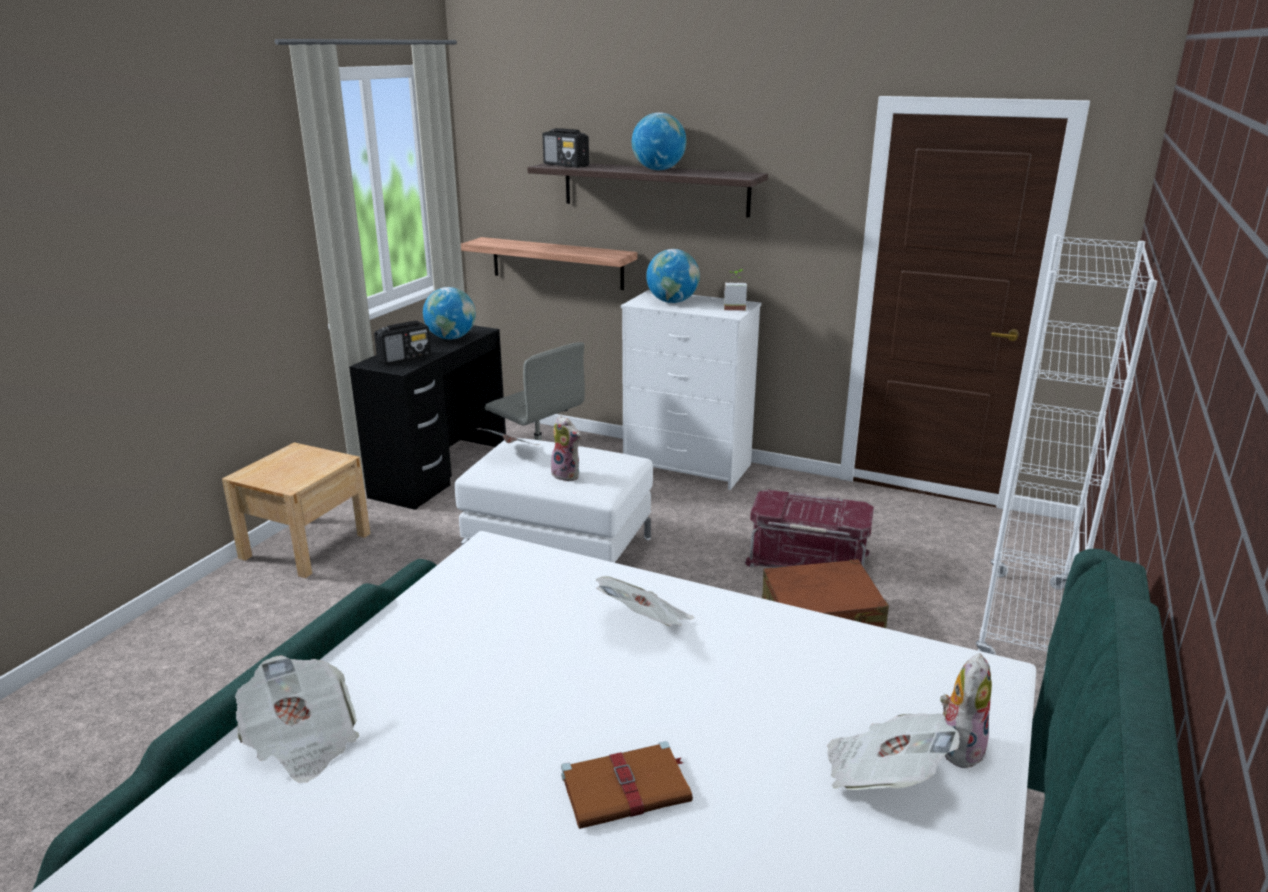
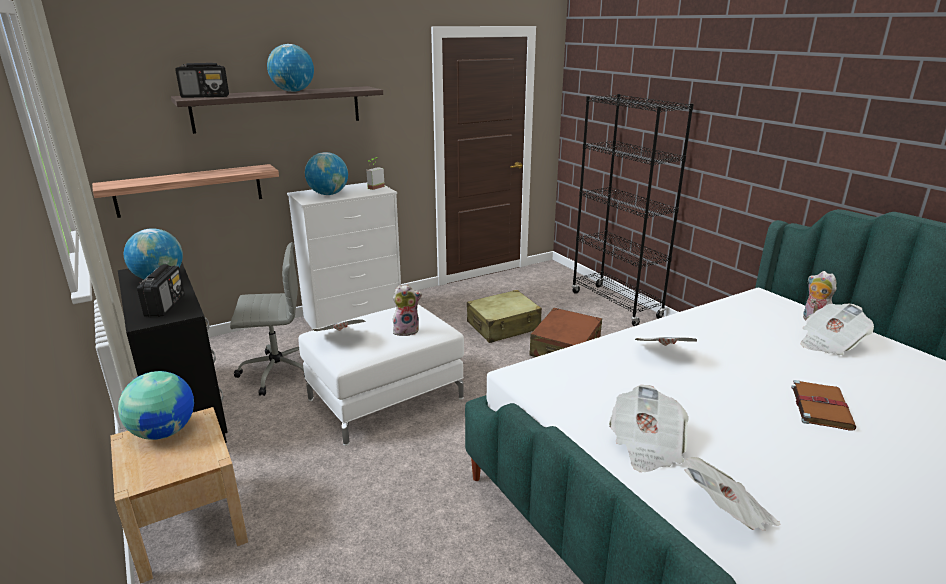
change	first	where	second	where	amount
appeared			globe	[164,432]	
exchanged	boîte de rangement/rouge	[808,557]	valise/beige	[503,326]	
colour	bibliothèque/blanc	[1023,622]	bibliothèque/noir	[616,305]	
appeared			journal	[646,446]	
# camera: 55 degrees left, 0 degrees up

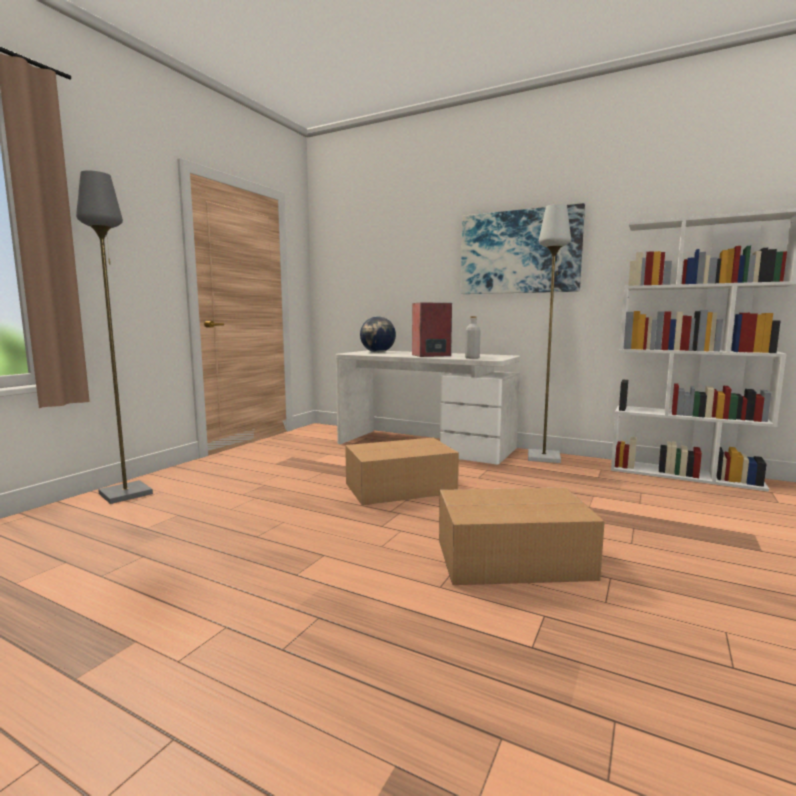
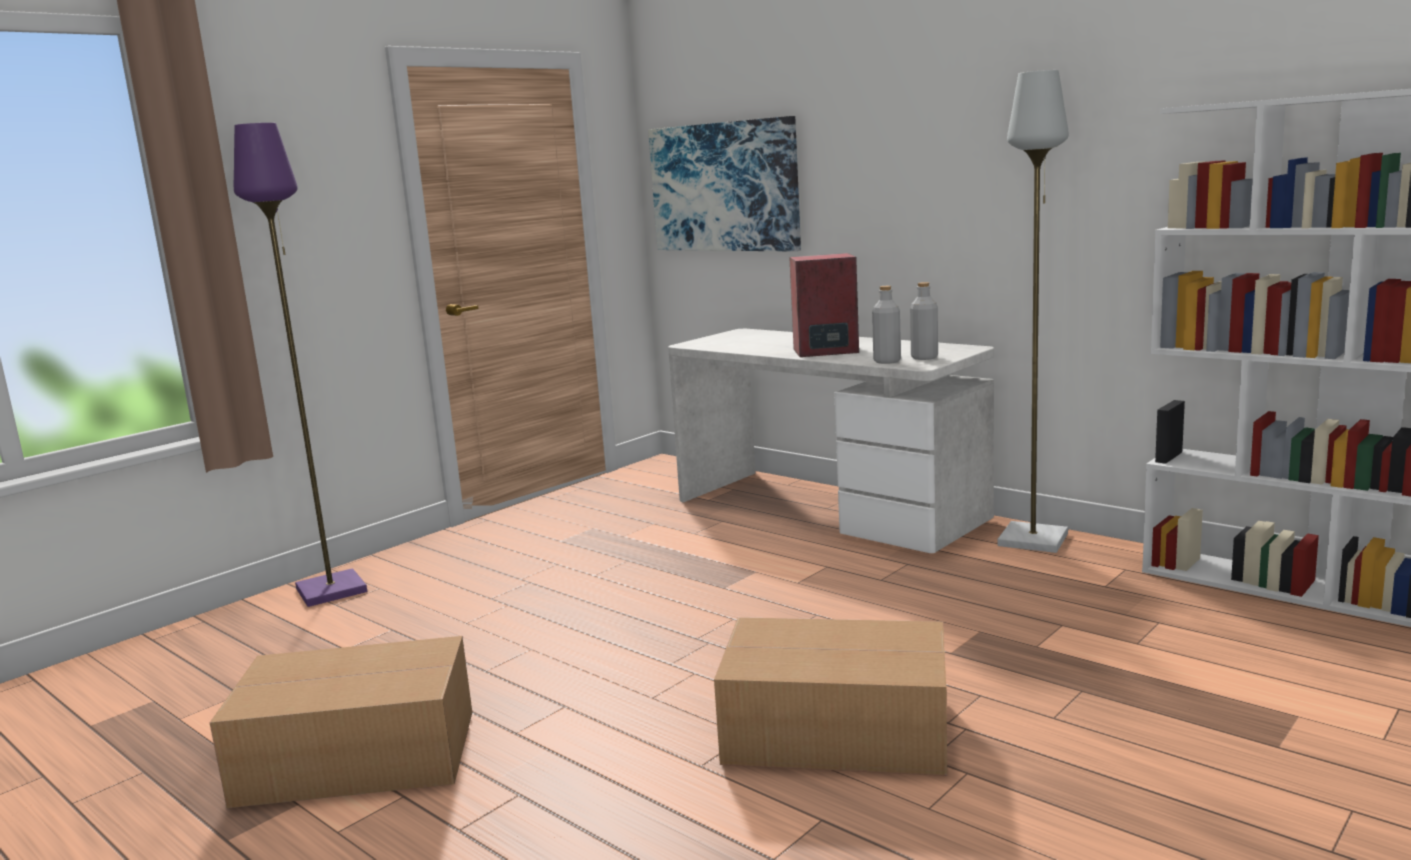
change	first	where	second	where	amount
relocated	carton	[398,488]		[354,756]	
colour	lampadaire/gris	[126,493]	lampadaire/violet	[332,590]	
relocated	tableau	[519,252]		[724,187]	
appeared			bouteille/gris	[924,357]	
missing	globe	[378,352]			
# camera: 15 degrees right, 5 degrees up

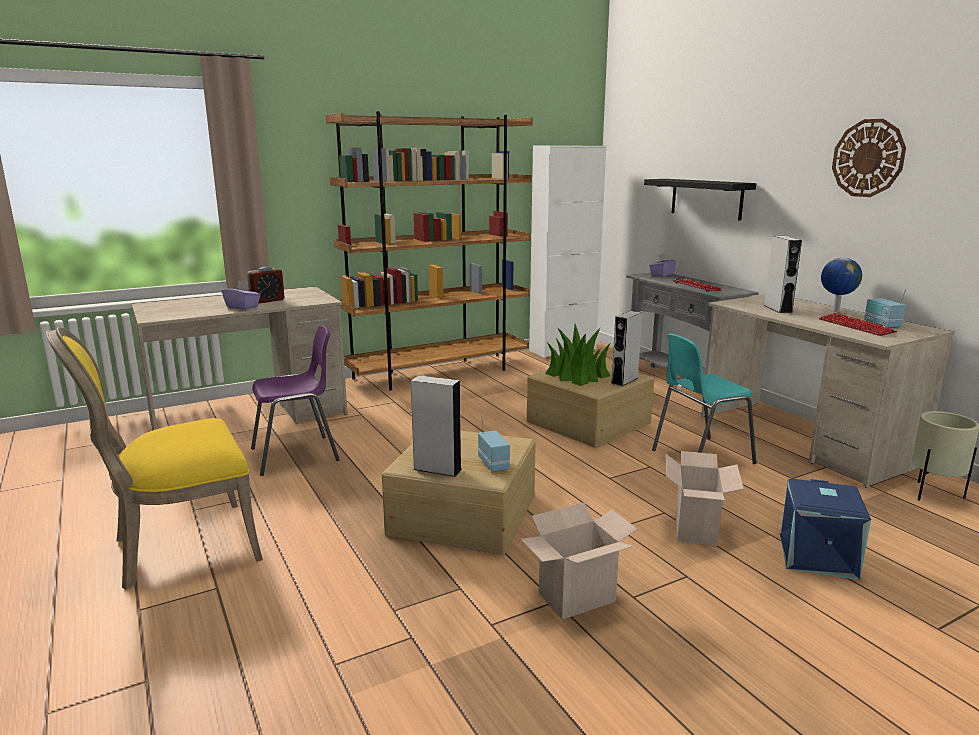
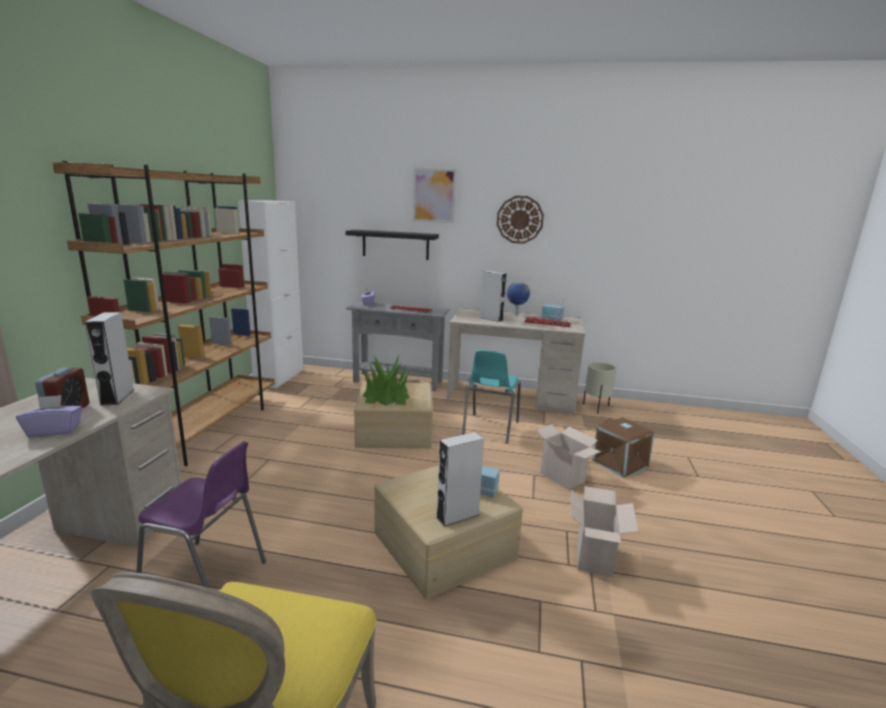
change	first	where	second	where	amount
relocated	enceinte/gris	[624,380]		[117,397]	
spun	chaise/violet	[297,455]		[207,579]	90 degrees clockwise
appeared			tableau	[434,195]	
colour	boîte de rangement/bleu	[819,556]	boîte de rangement/marron	[620,463]	
# camera: 50 degrees left, 0 degrees up

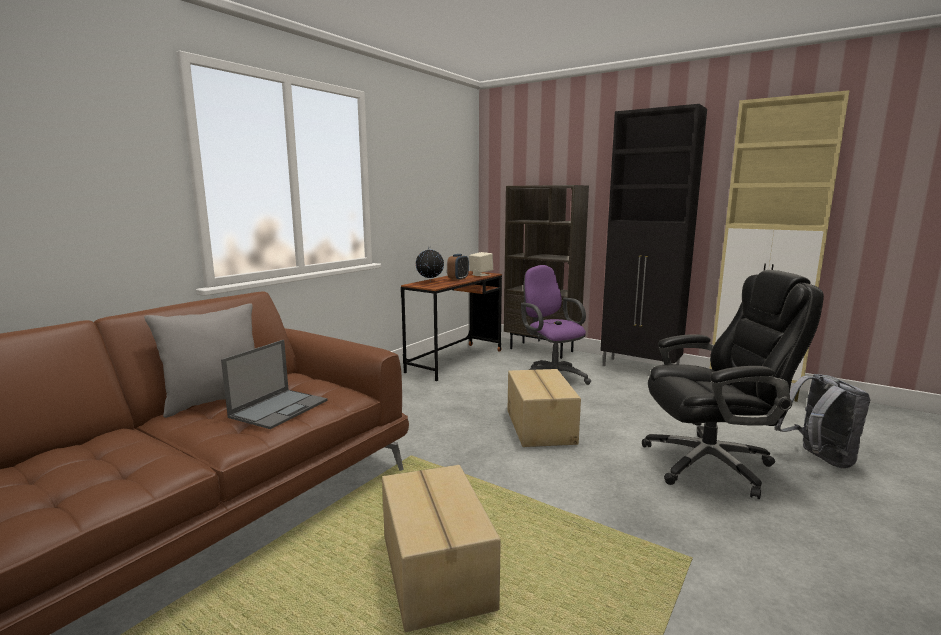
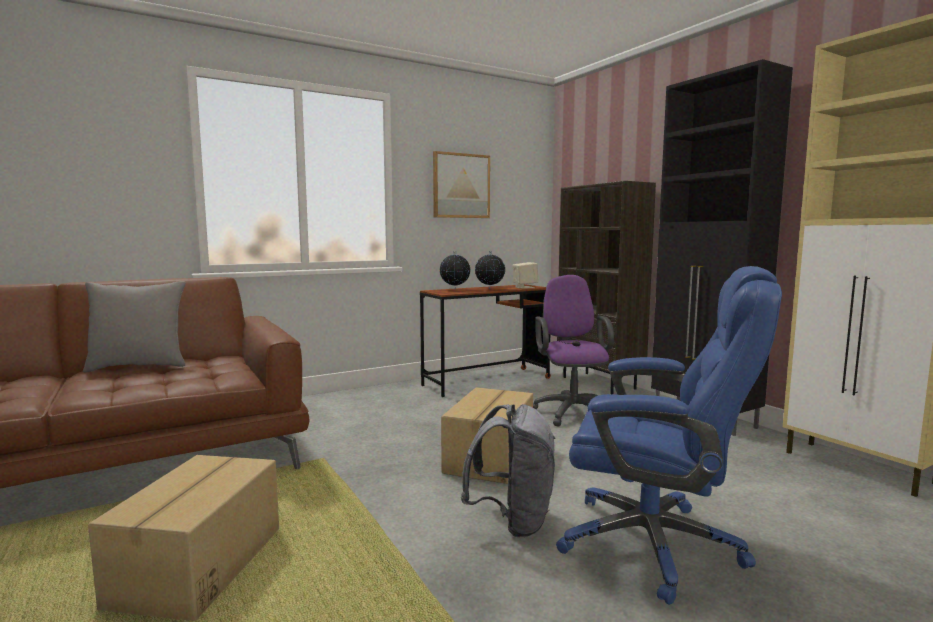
change	first	where	second	where	amount
appeared			tableau	[461,186]	
relocated	sac à dos/gris	[818,459]		[513,521]	
exchanged	réveil	[458,279]	globe	[490,289]	
colour	chaise de bureau/noir	[711,464]	chaise de bureau/bleu	[654,544]	
missing	ordinateur portable	[280,408]			
# camera: 25 degrees right, 5 degrees down

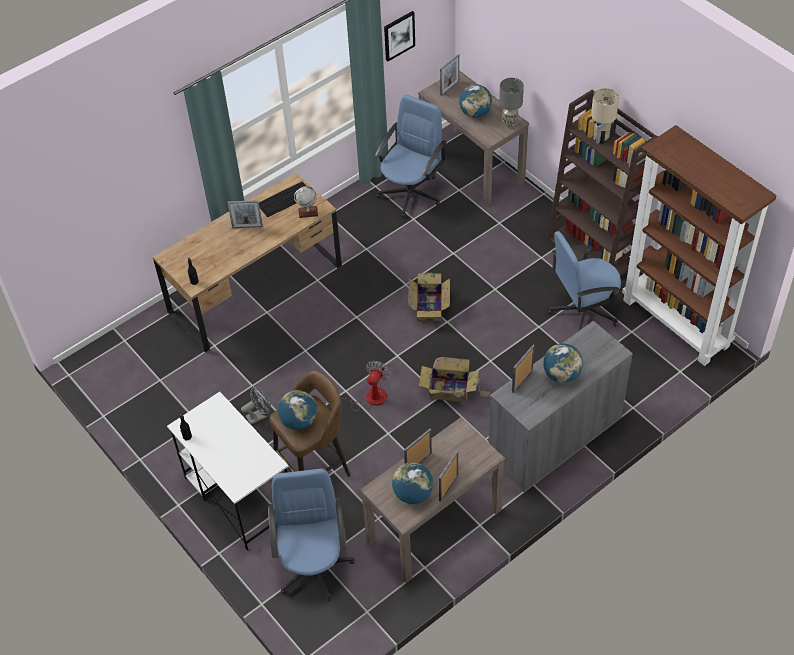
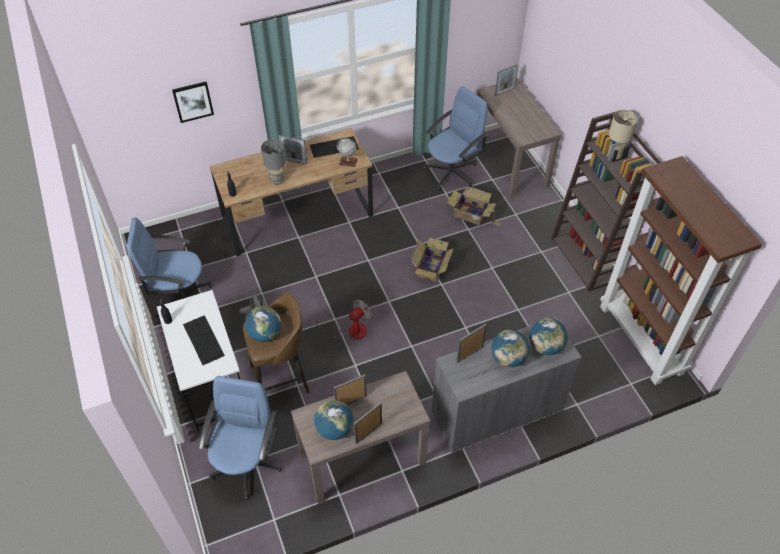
change	first	where	second	where	amount
relocated	chaise de bureau/bleu	[583,311]		[180,295]	
relocated	tableau	[399,35]		[193,101]	
appeared			clavier	[203,339]	
relocated	lampe de table/gris	[509,123]		[277,180]	
relocated	carton	[451,391]		[471,215]	
relocated	globe	[475,113]		[545,346]	
# camera: 15 degrees right, 0 degrees up

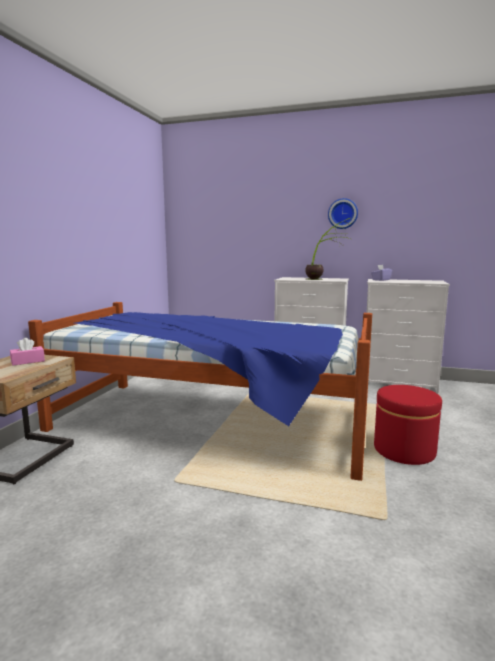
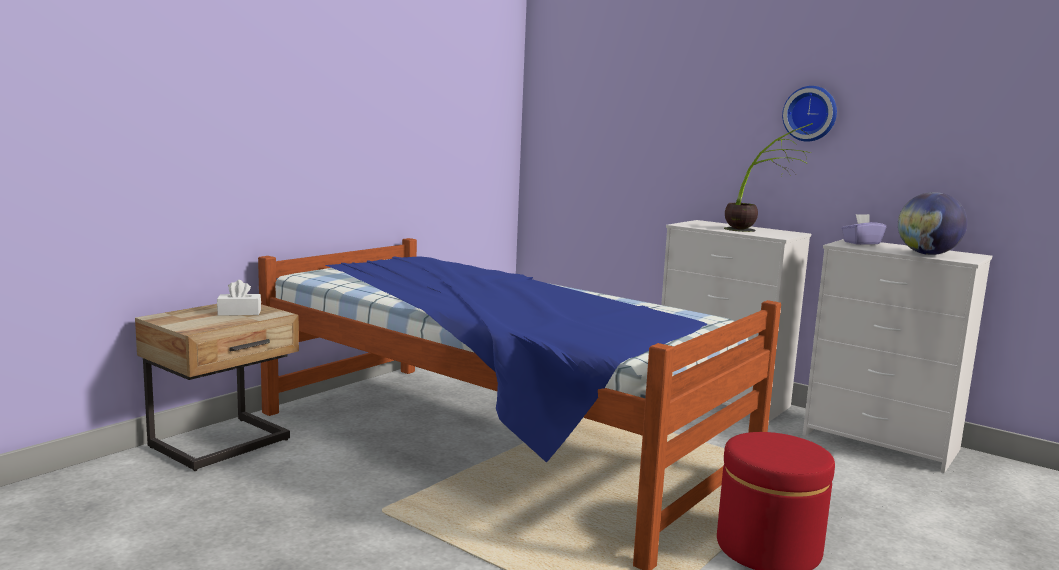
change	first	where	second	where	amount
colour	boîte à mouchoirs/rose	[28,361]	boîte à mouchoirs/blanc	[239,312]	
appeared			globe	[927,254]	
# camera: 20 degrees right, 0 degrees up

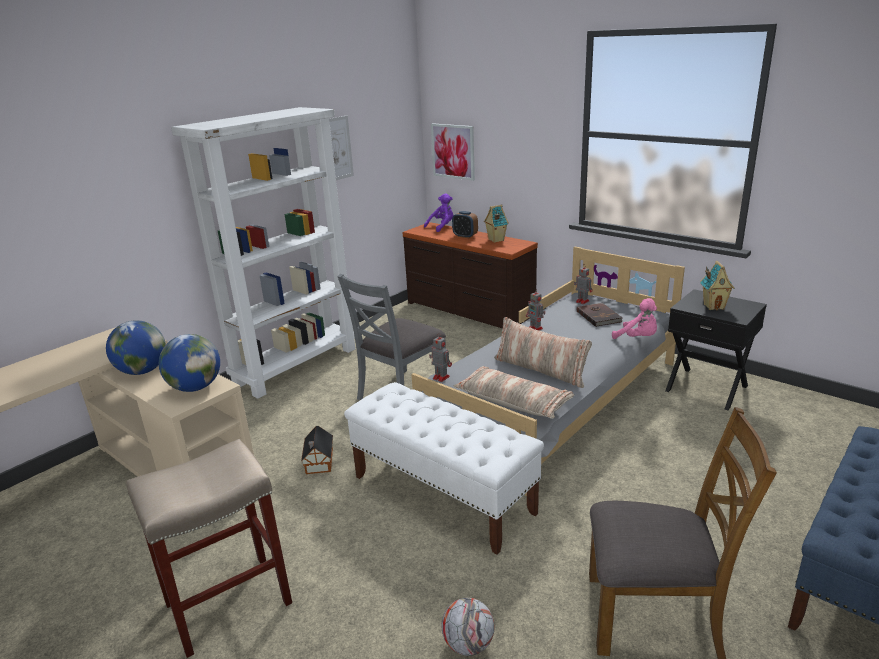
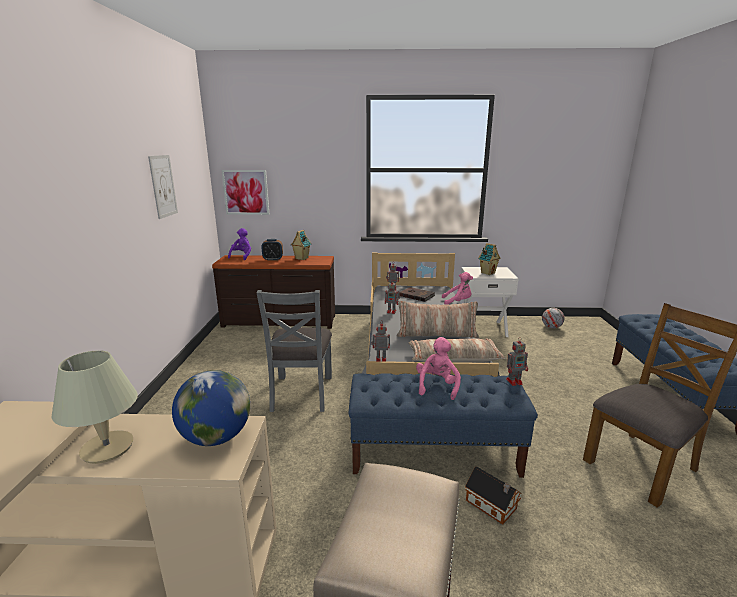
change	first	where	second	where	amount
exchanged	globe	[142,371]	lampe de table/beige	[106,448]	
colour	banc/blanc	[443,494]	banc/bleu	[434,454]	
appeared			peluche/rose	[437,386]	
colour	table de chevet/noir	[707,387]	table de chevet/blanc	[483,328]	
relocated	maison miniature	[318,462]		[492,505]	
appeared			robot jouet	[515,381]	
relocated	ballon de foot	[468,644]		[551,327]	
missing	bibliothèque/blanc	[296,366]			
# camera: 40 degrees left, 5 degrees down

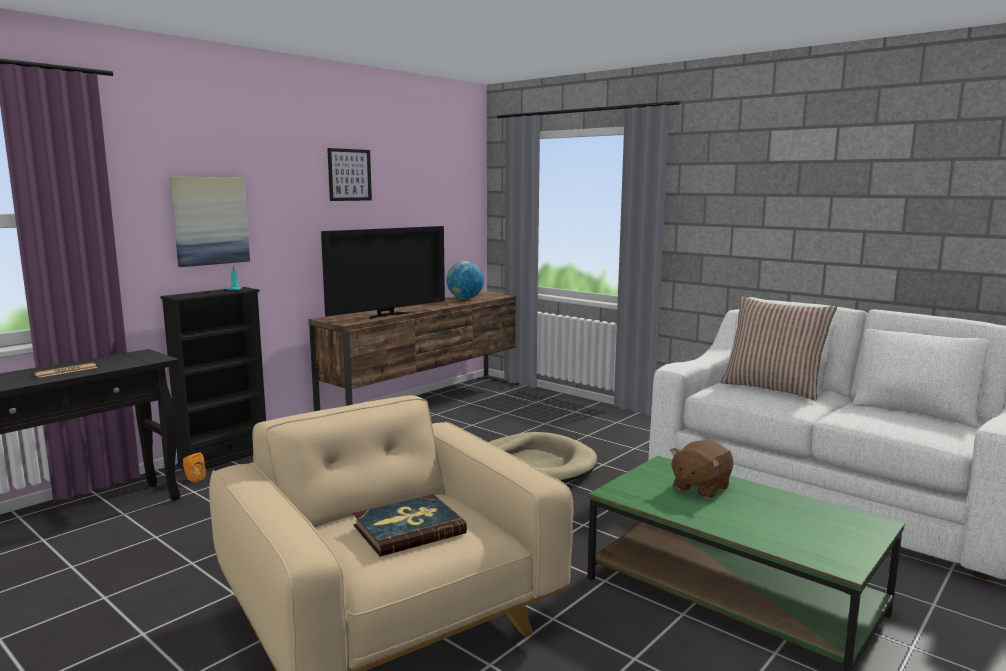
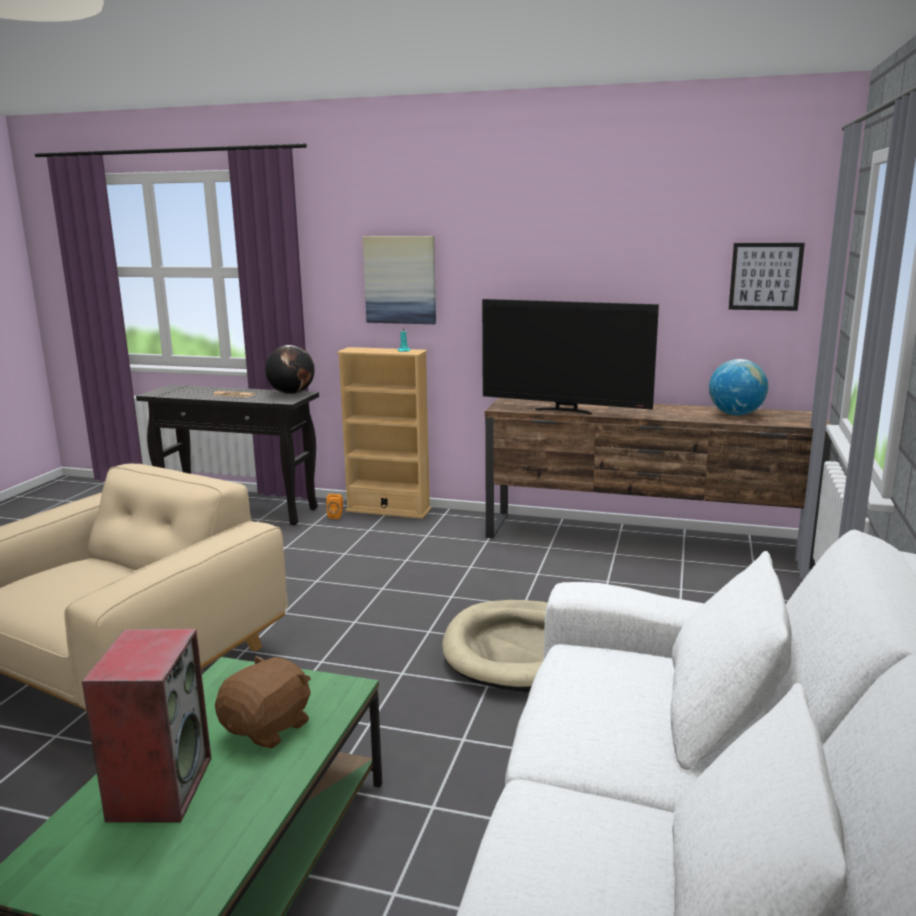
change	first	where	second	where	amount
appeared			enceinte	[160,787]	
spun	peluche/marron	[700,488]		[268,728]	105 degrees clockwise
appeared			globe	[291,393]	
colour	bibliothèque/noir	[224,457]	bibliothèque/beige	[388,510]	
relocated	tableau	[349,175]		[765,276]	
missing	livre	[408,529]			
missing	coussin	[772,388]			
# camera: 65 degrees right, 5 degrees up

